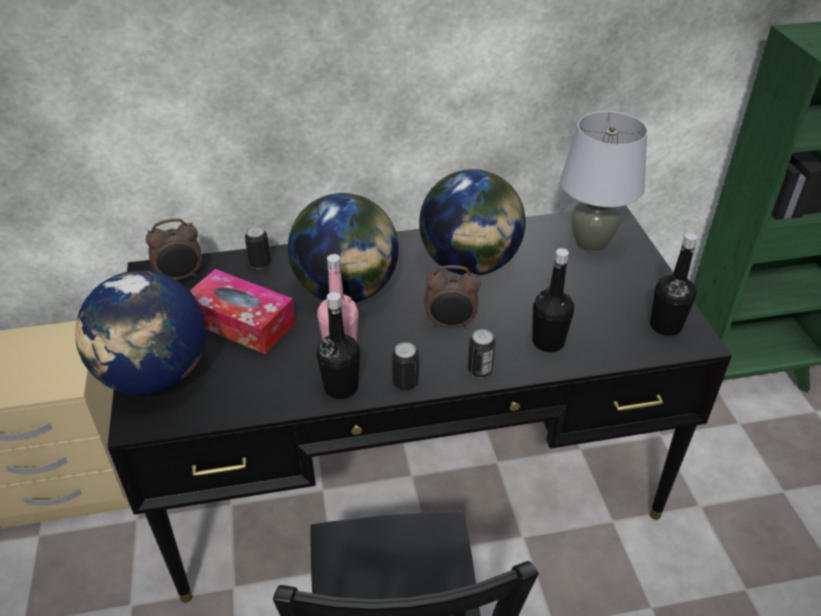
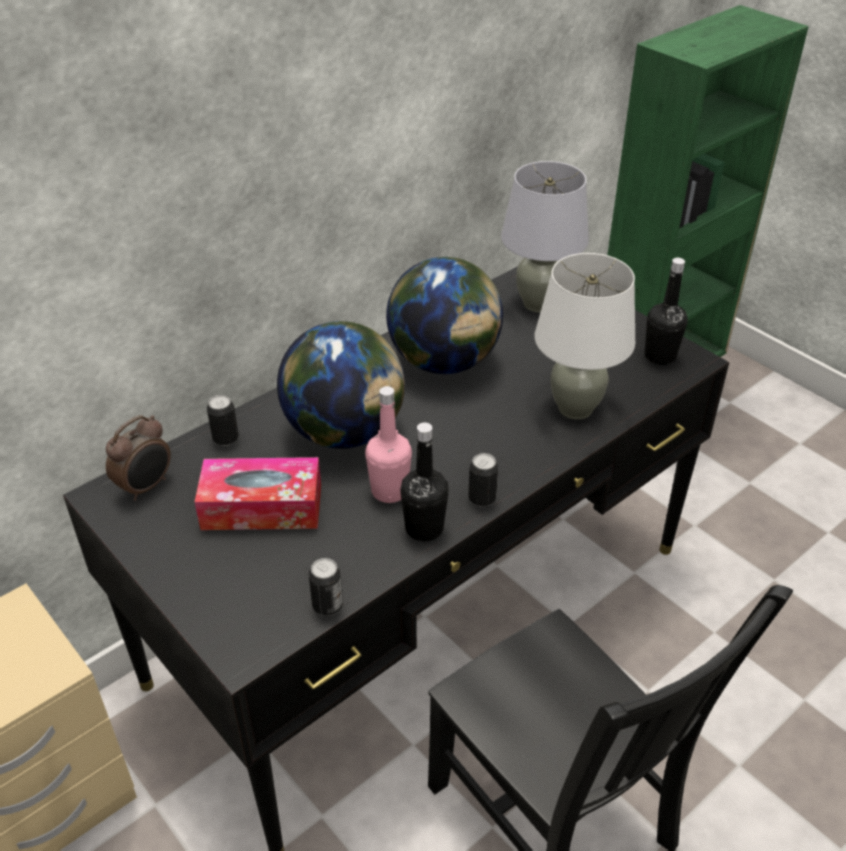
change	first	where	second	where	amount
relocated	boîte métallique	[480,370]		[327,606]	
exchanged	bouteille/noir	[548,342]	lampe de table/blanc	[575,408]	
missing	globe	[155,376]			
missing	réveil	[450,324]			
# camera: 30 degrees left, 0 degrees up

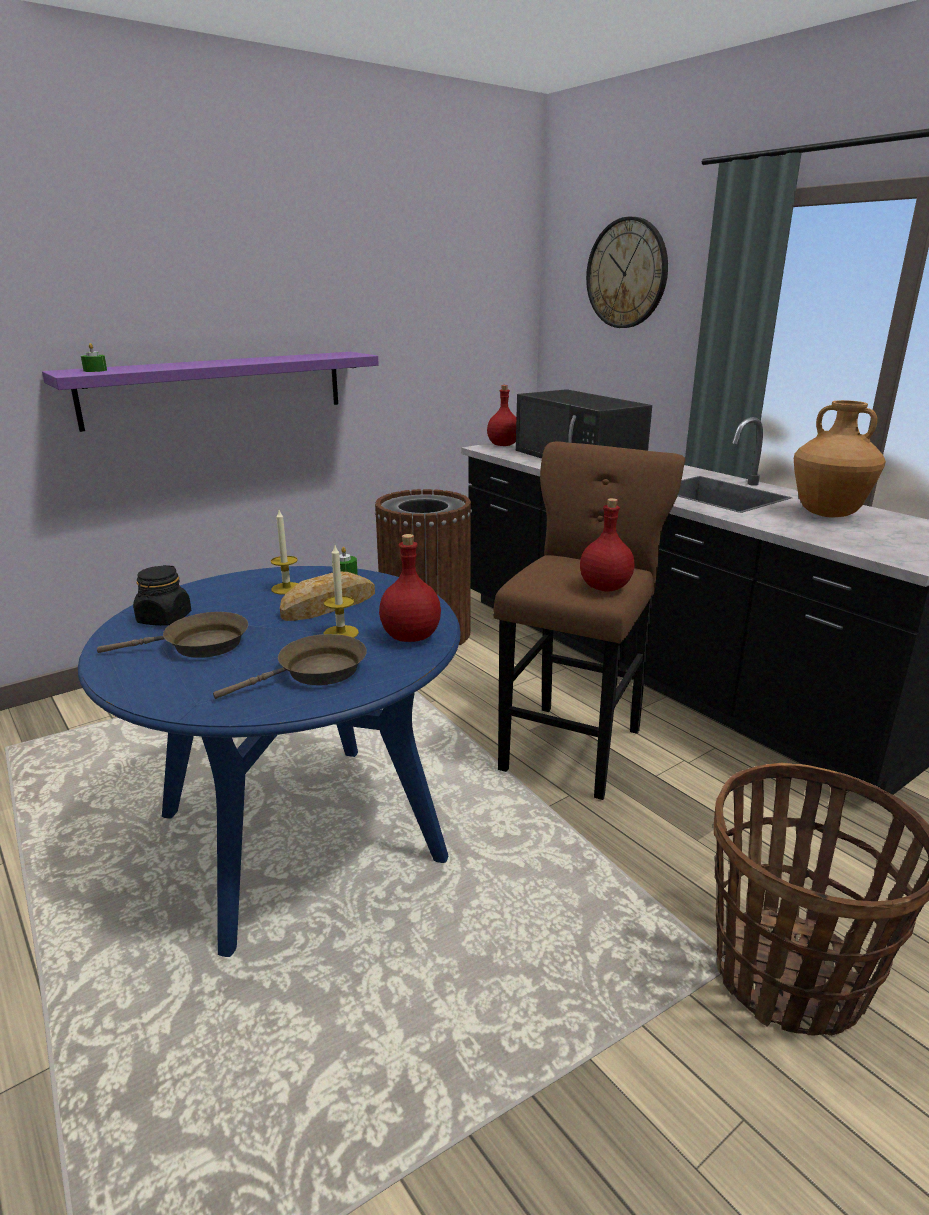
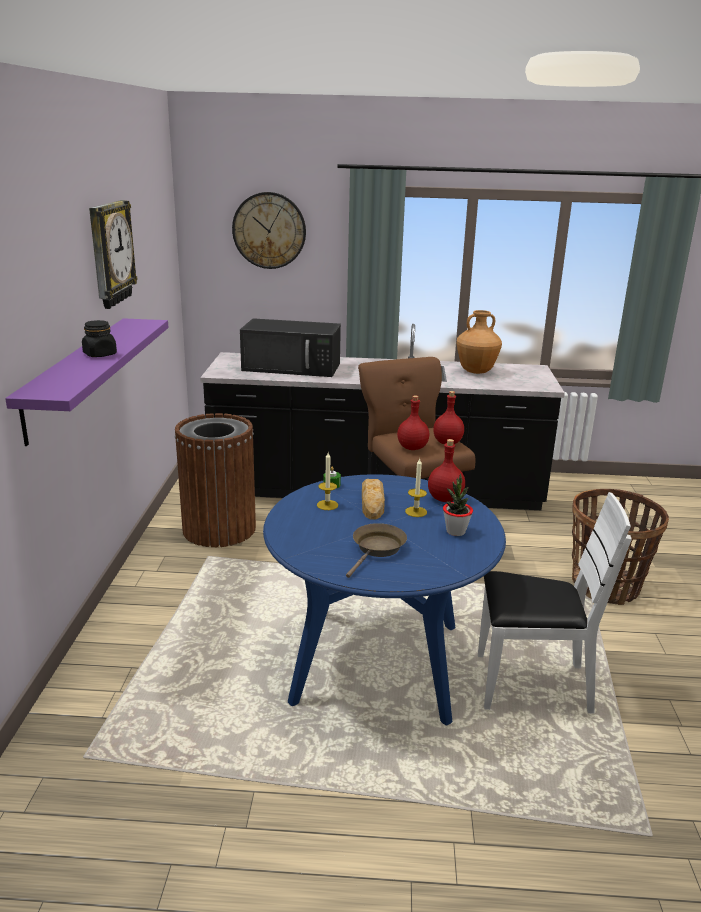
change	first	where	second	where	amount
relocated	bocal/noir	[164,619]		[100,354]	
appeared			horloge murale	[110,254]	
relocated	bouteille/rouge	[503,445]		[411,448]	
exchanged	poêle/marron	[315,672]	plante en pot	[455,531]	
appeared			chaise/blanc	[531,685]	
missing	bougie/vert	[95,370]			
# camera: 50 degrees left, 0 degrees up

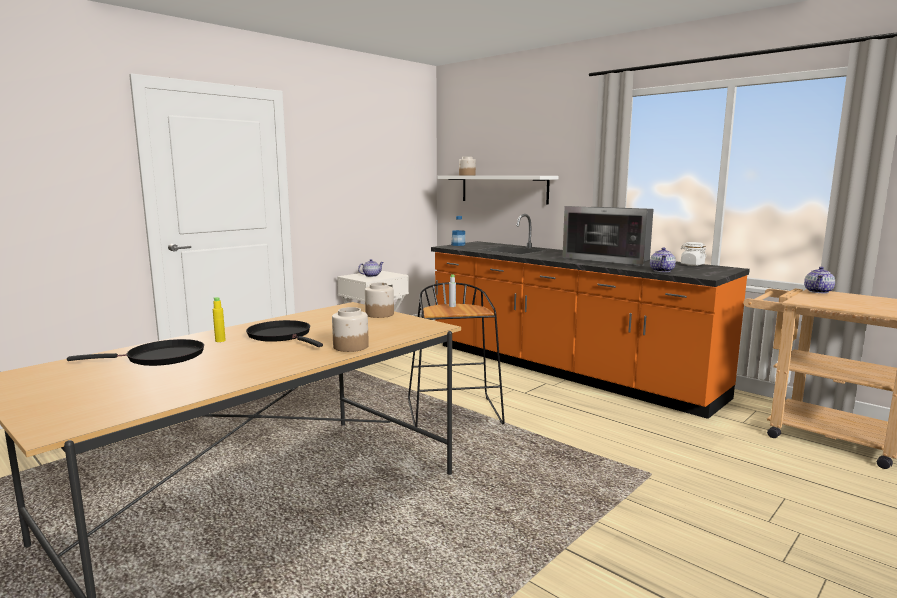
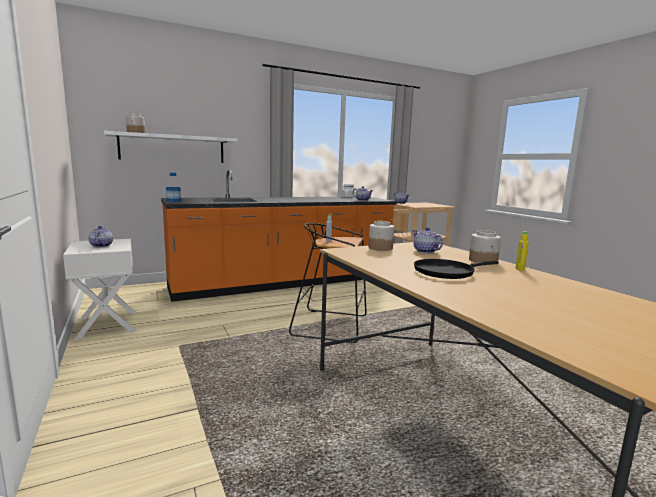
change	first	where	second	where	amount
appeared			théière	[425,251]	
relocated	bouteille/jaune	[220,340]		[520,269]	
missing	poêle/noir	[160,358]			
missing	micro-ondes	[610,259]			
# camera: 70 degrees left, 0 degrees up

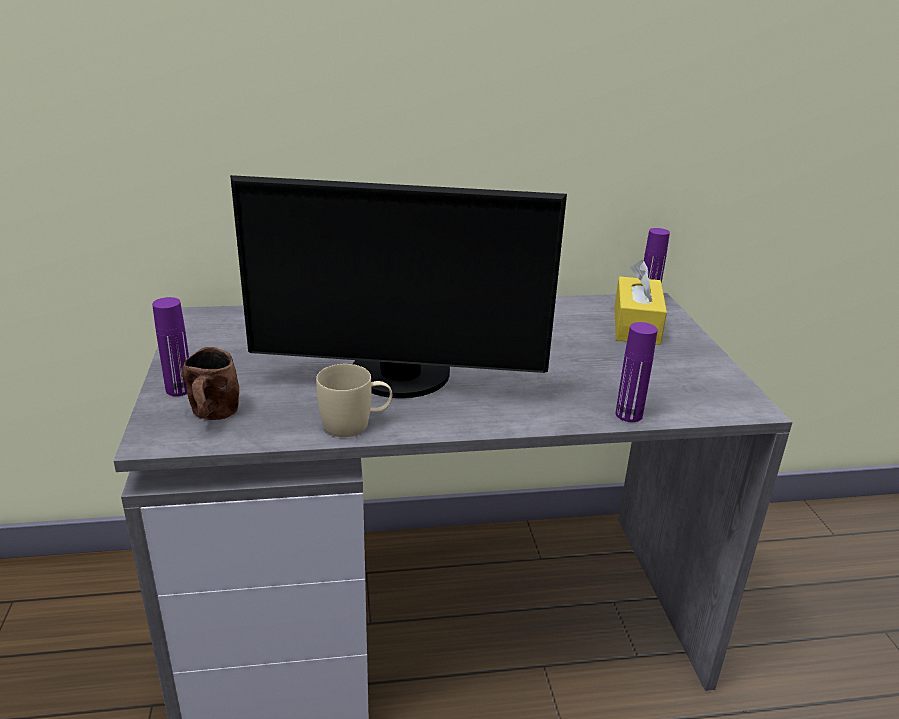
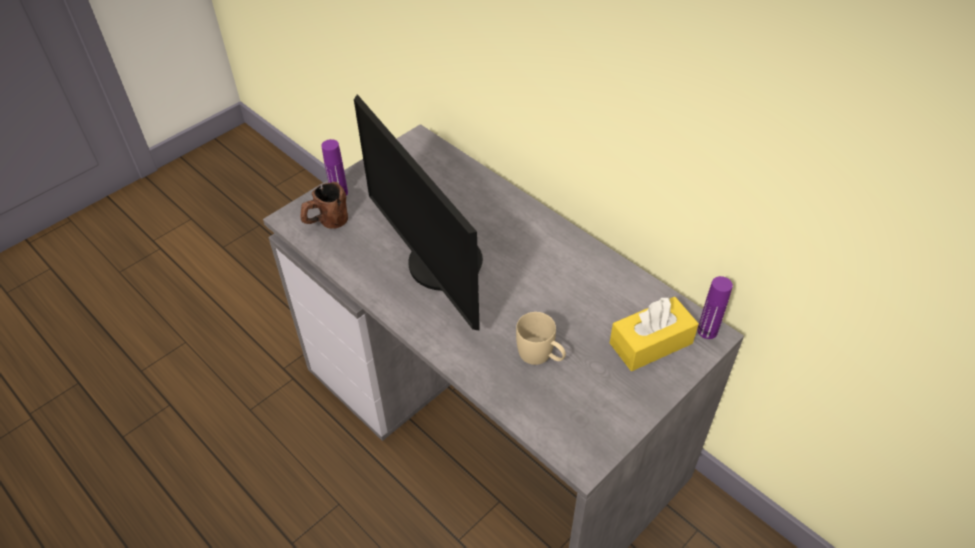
change	first	where	second	where	amount
relocated	mug/beige	[356,424]		[541,356]	
missing	bouteille/violet	[629,415]			
# camera: 55 degrees right, 20 degrees up

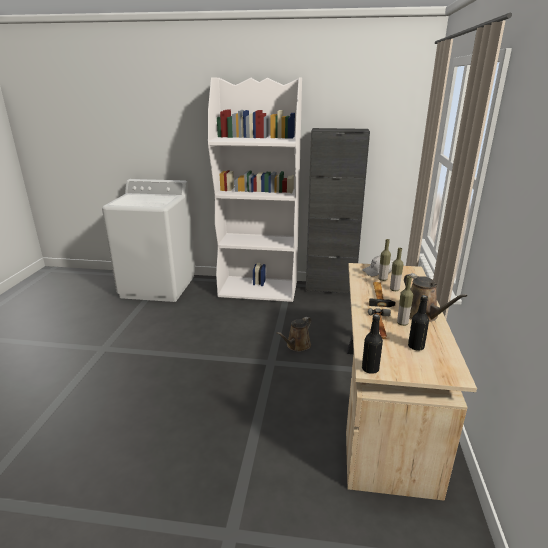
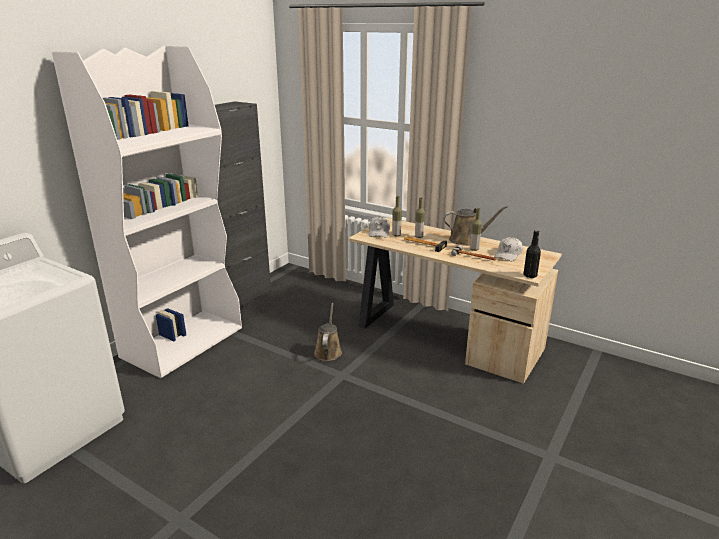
change	first	where	second	where	amount
spun	arrosoir/marron	[297,346]		[328,351]	150 degrees counterclockwise
exchanged	bouteille/noir	[416,346]	casquette/blanc	[508,254]	
# camera: 65 degrees left, 0 degrees up

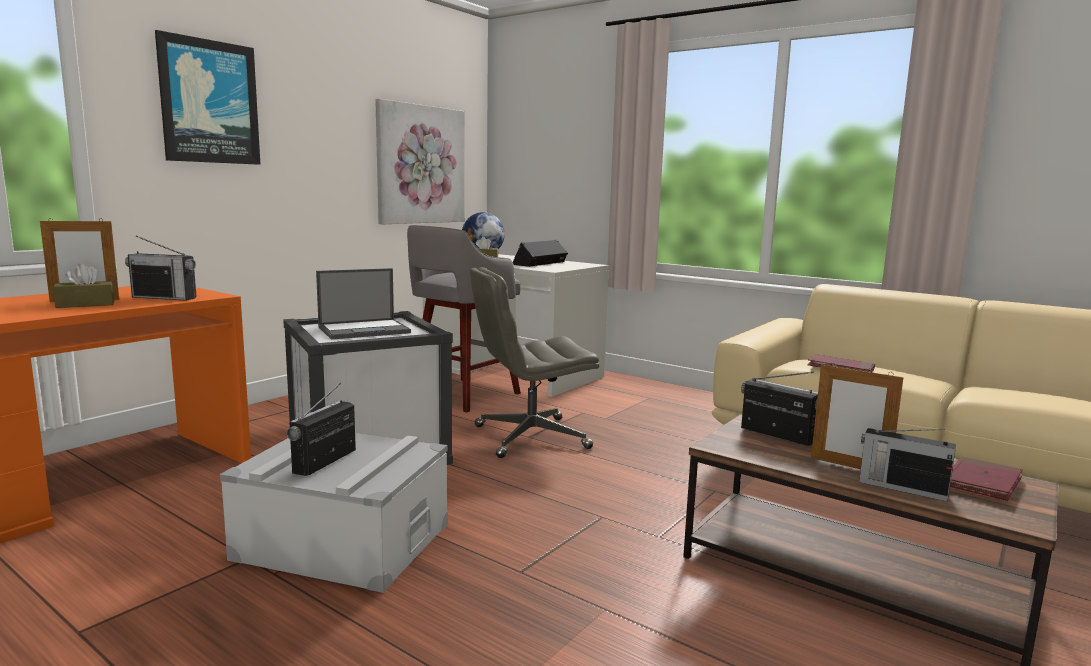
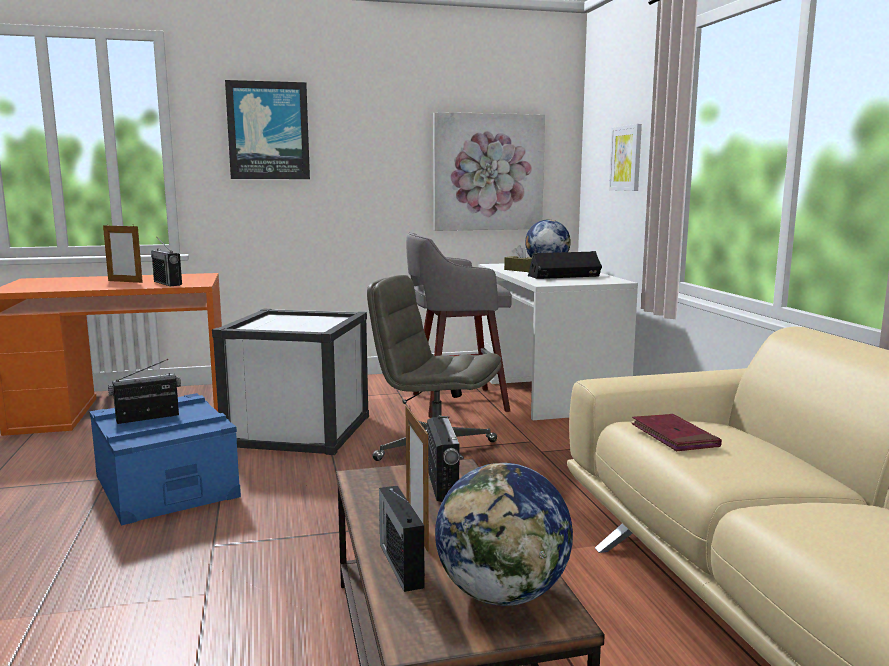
change	first	where	second	where	amount
colour	boîte de rangement/gris	[343,541]	boîte de rangement/bleu	[165,486]	
exchanged	livre/rouge	[981,483]	globe	[503,594]	
appeared			tableau	[626,158]	
missing	boîte à mouchoirs/marron	[85,304]			
missing	ordinateur portable	[365,330]			
# camera: 40 degrees right, 0 degrees up

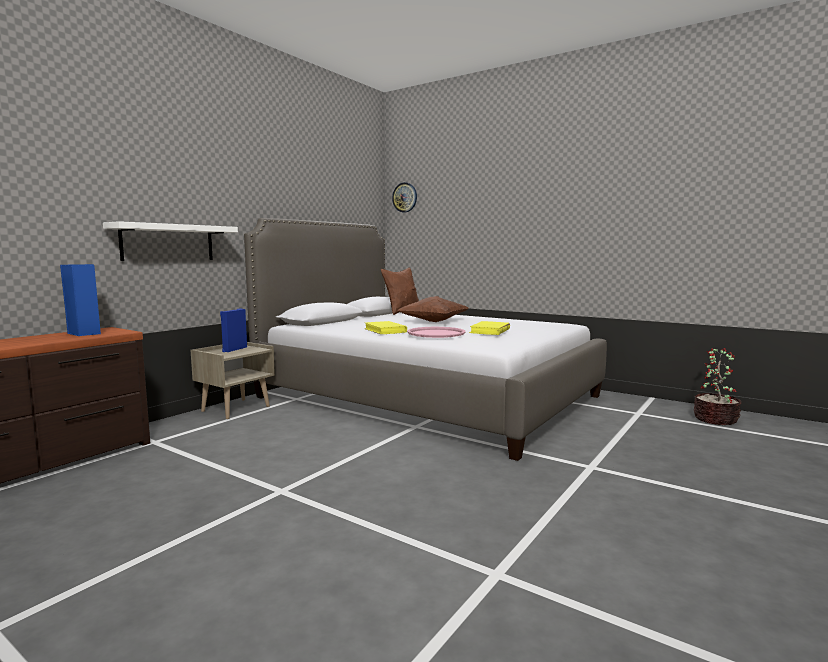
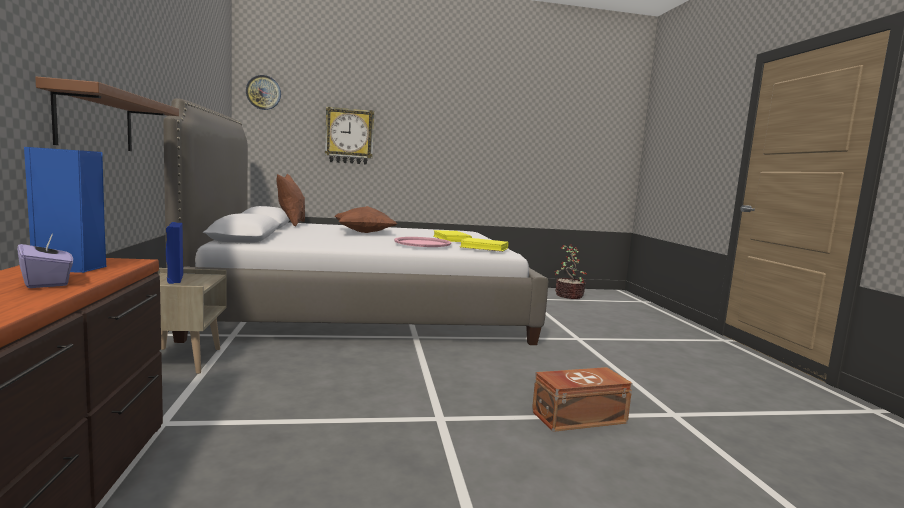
change	first	where	second	where	amount
appeared			boîte à mouchoirs/violet	[47,282]	
colour	étagère/blanc	[168,242]	étagère/marron	[95,121]	
appeared			horloge murale	[349,136]	
relocated	livre/jaune	[385,330]		[484,248]	
appeared			boîte de rangement/marron	[577,416]	
# camera: 45 degrees left, 0 degrees up

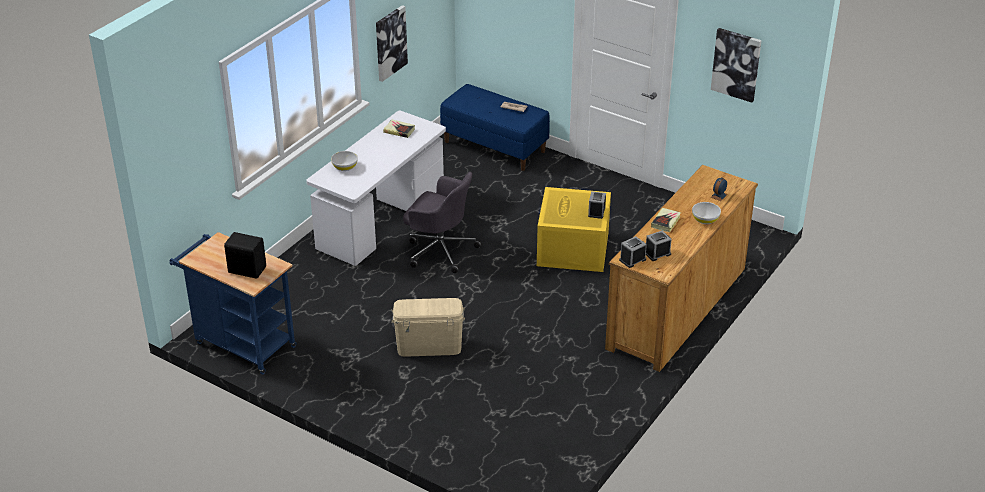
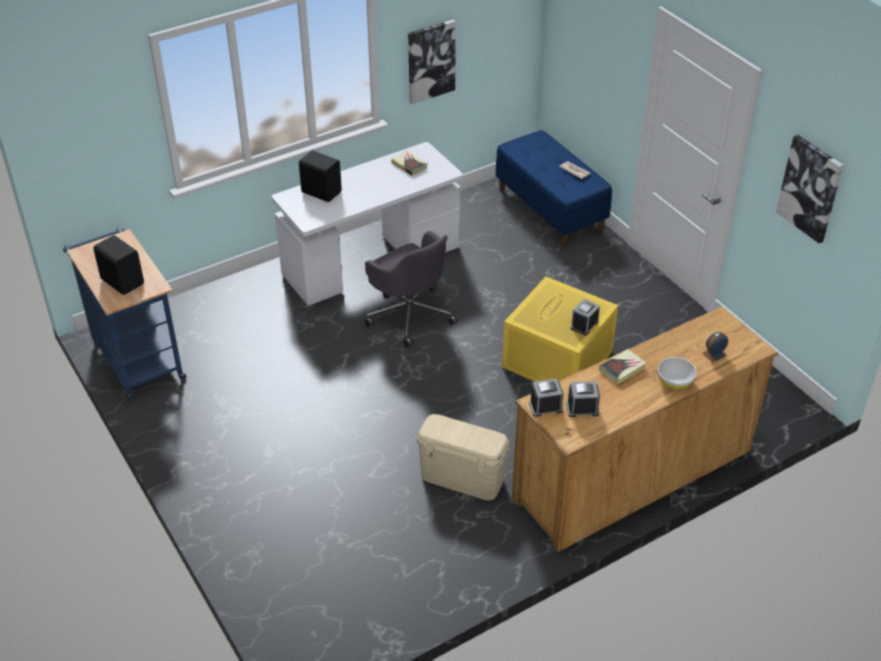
change	first	where	second	where	amount
exchanged	bol/blanc	[344,167]	enceinte/noir	[321,191]	
relocated	boîte de rangement/beige	[429,346]		[462,478]	
# camera: 25 degrees right, 5 degrees up

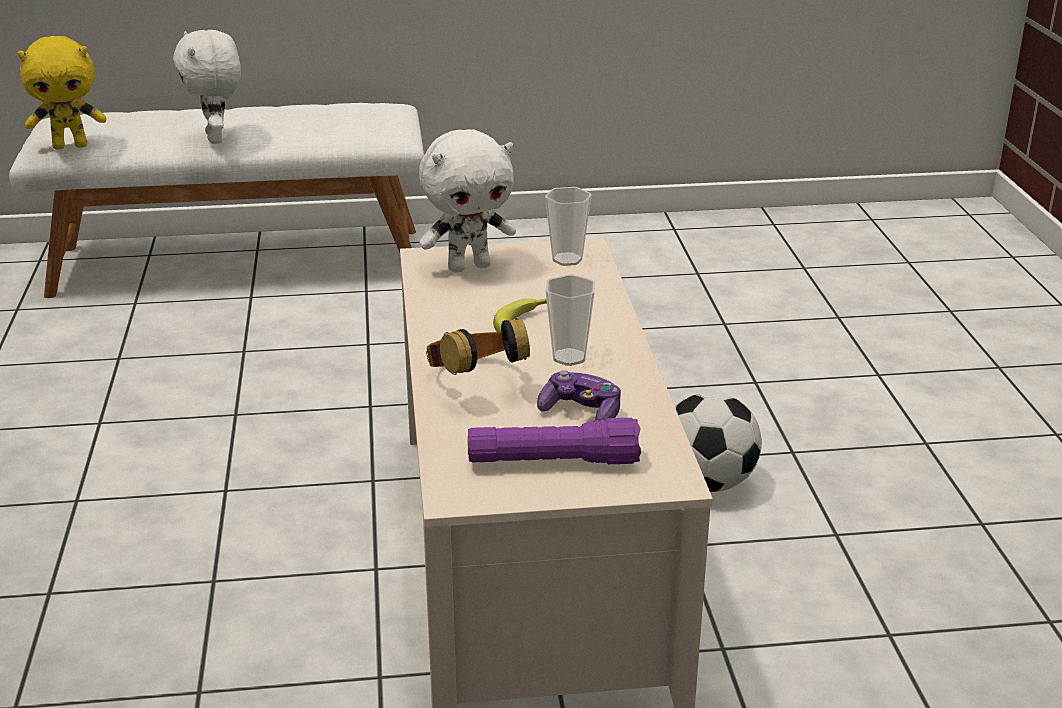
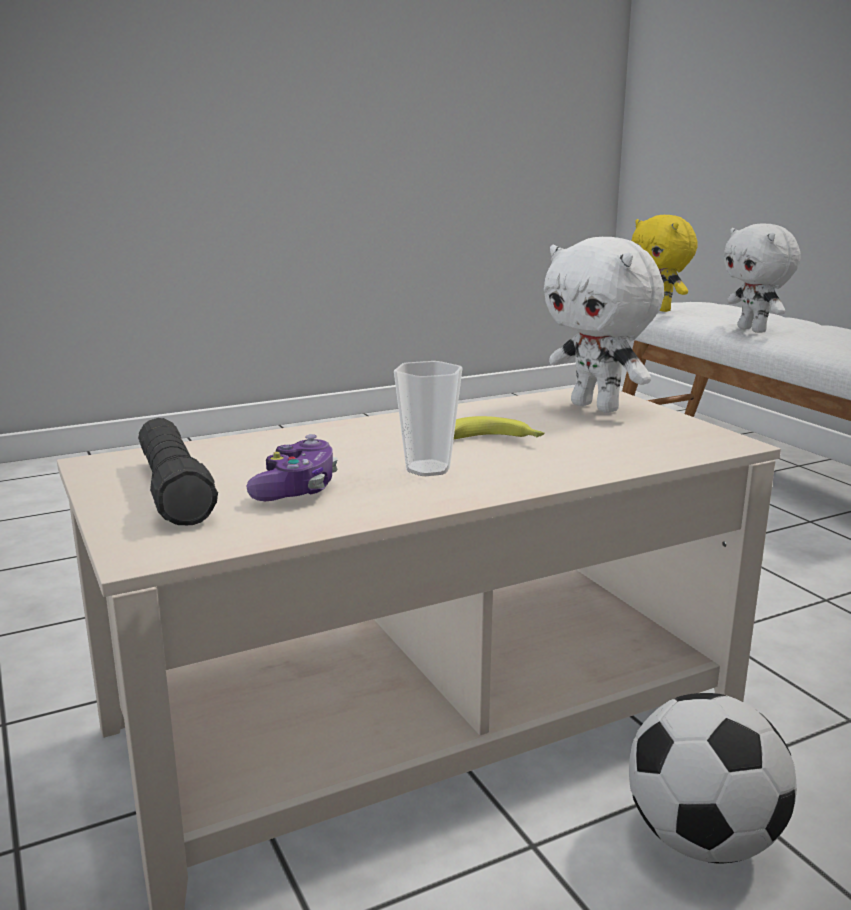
change	first	where	second	where	amount
colour	lampe de poche/violet	[553,462]	lampe de poche/noir	[174,491]	
spun	peluche/blanc	[217,139]		[753,330]	75 degrees counterclockwise
missing	casque audio	[474,382]			
missing	tasse	[567,259]			
# camera: 70 degrees right, 10 degrees down

